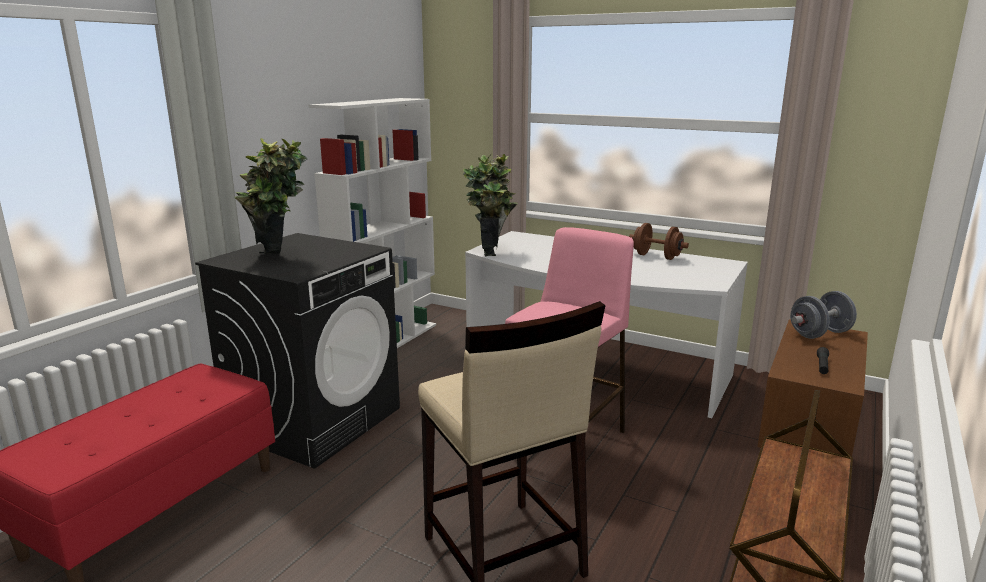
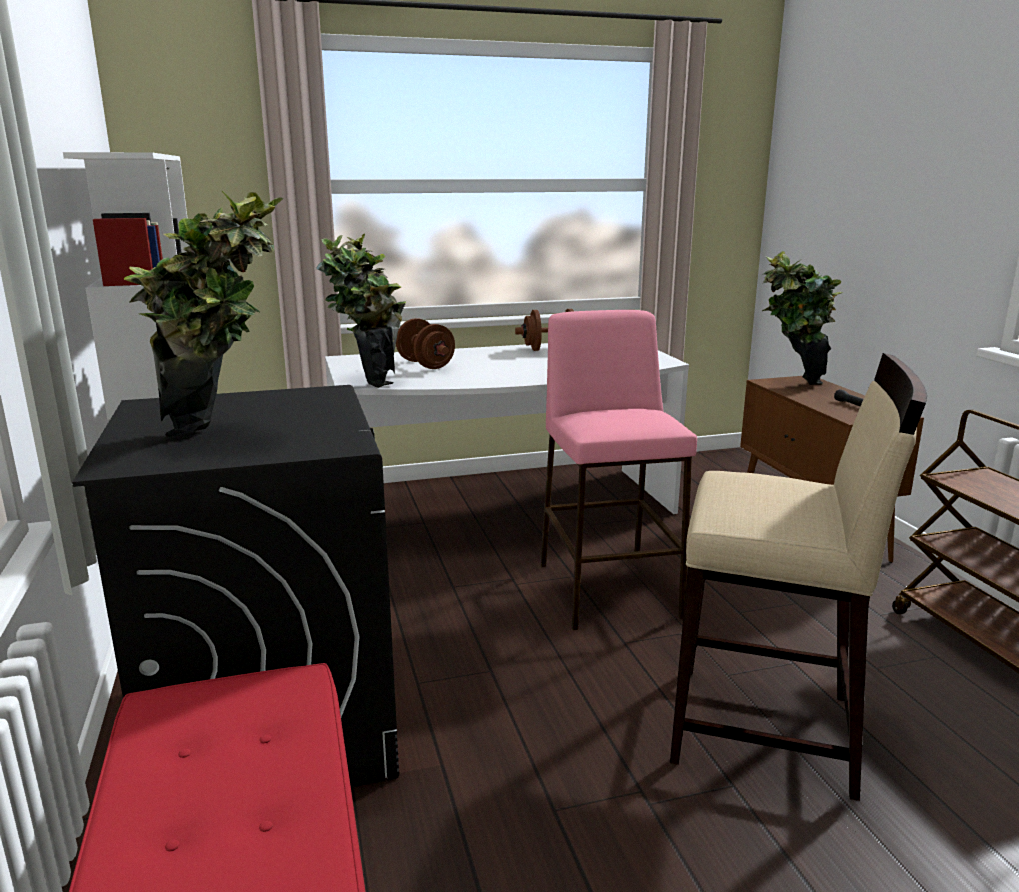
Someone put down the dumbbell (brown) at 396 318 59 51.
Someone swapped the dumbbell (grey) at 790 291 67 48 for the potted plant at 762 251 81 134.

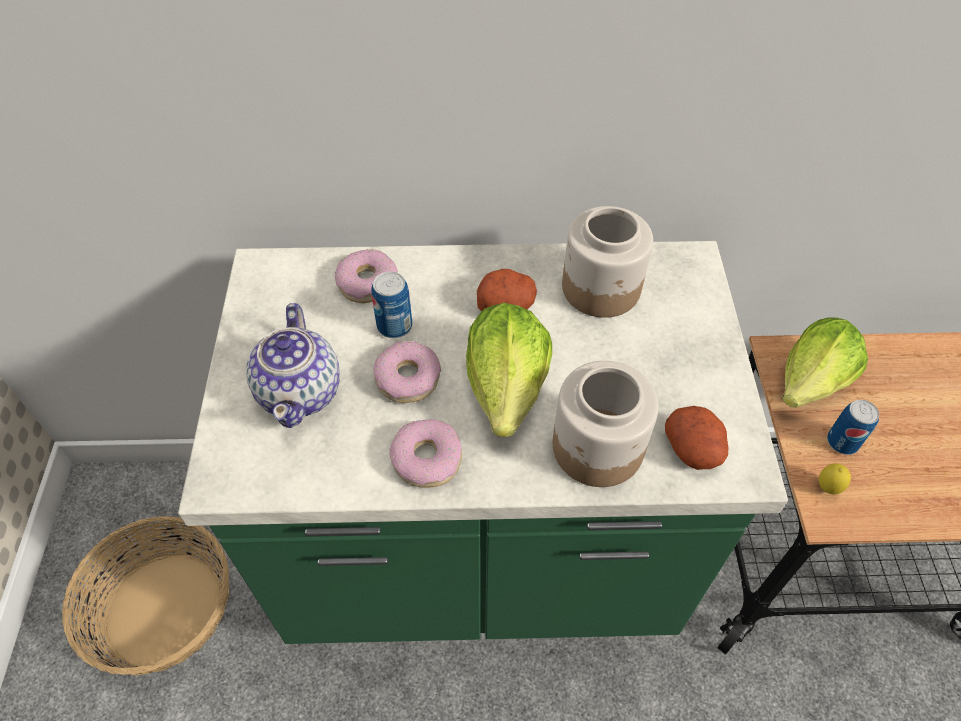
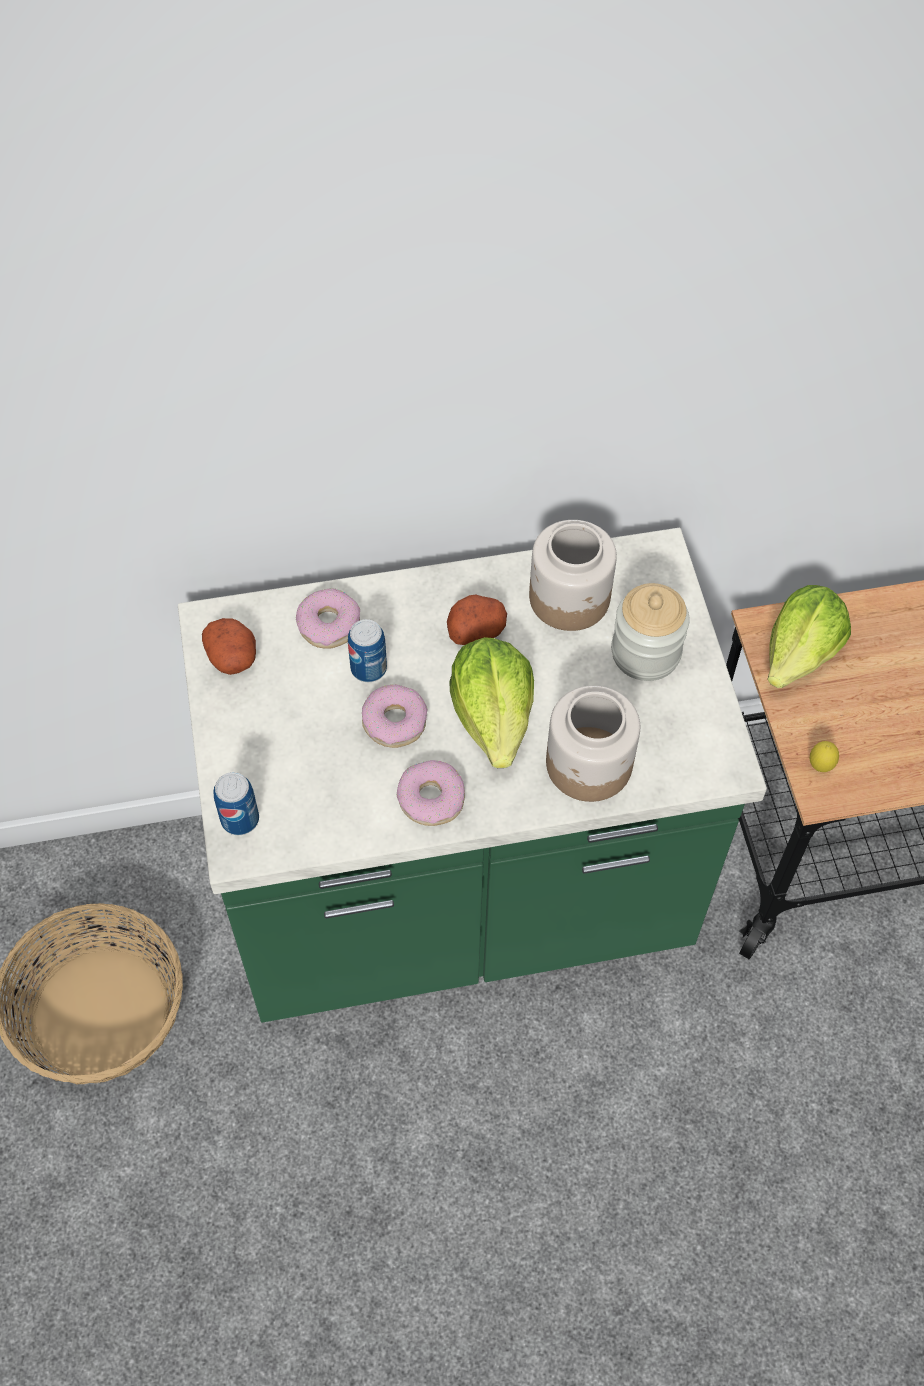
Someone carried the potato from 665 406 63 64 to 202 618 54 57.
Someone carried the can from 827 400 52 55 to 214 772 45 63.
Someone put down the jar at 611 583 79 98.
Someone took away the teapot at 246 303 94 125.

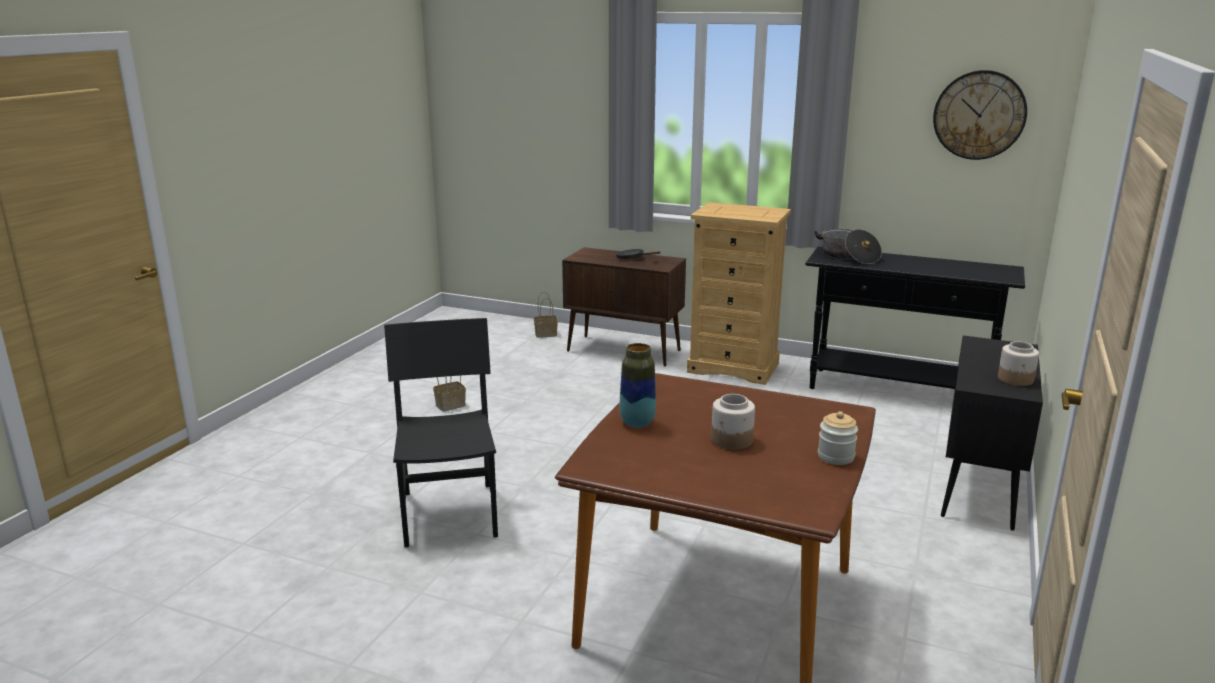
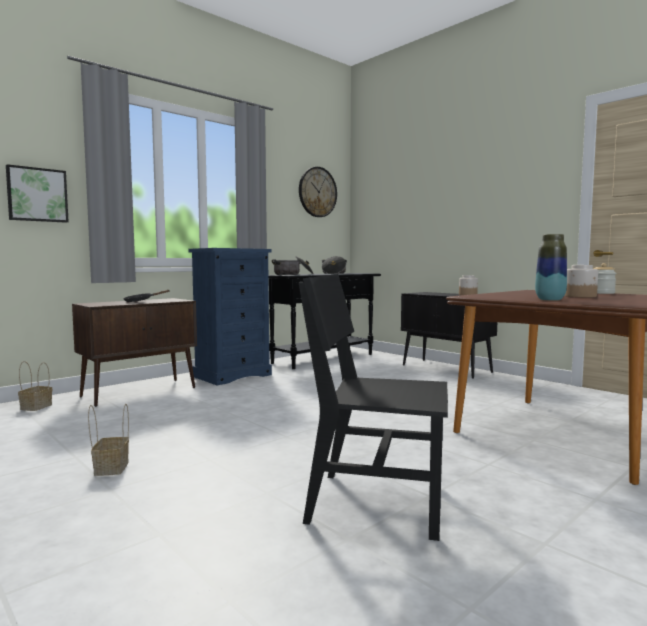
Someone put up the picture at 6 164 63 59.
Someone repainted the dresser (beige) at 687 202 104 183, which became the dresser (blue) at 188 248 84 137.
Someone put down the cooking pot at 322 256 25 18.

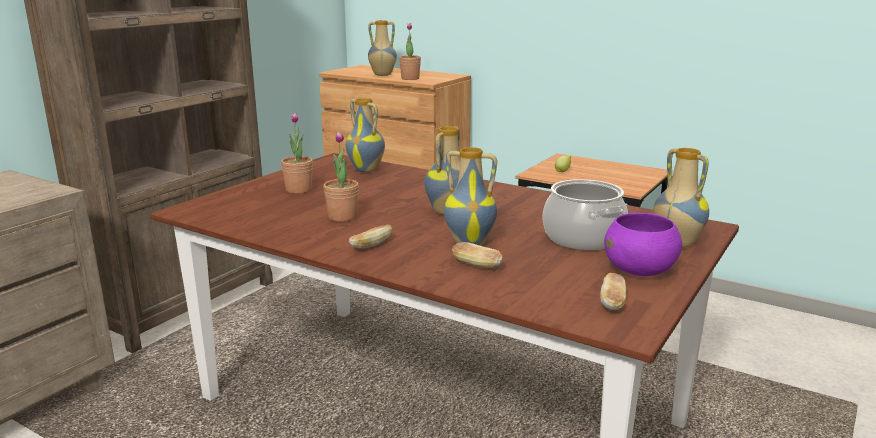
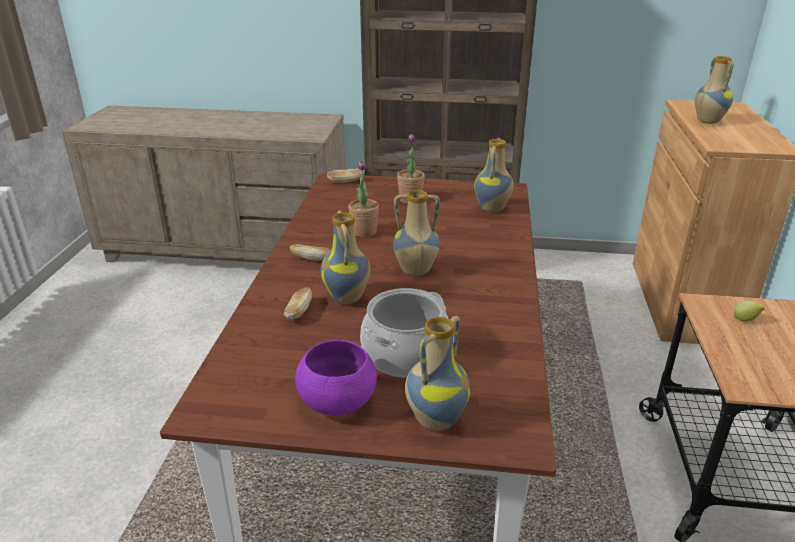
Someone carried the bread from 600 273 26 37 to 327 169 36 14.
Someone took away the potted plant at 399 23 22 57.

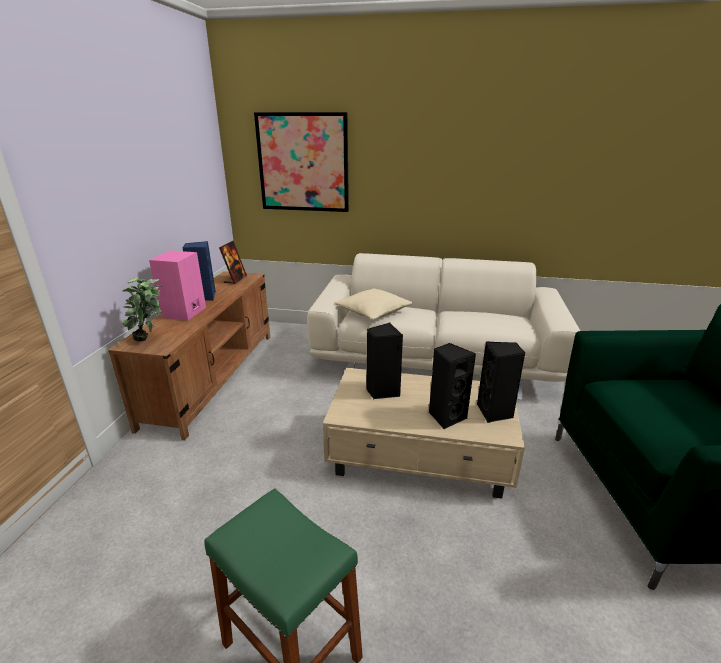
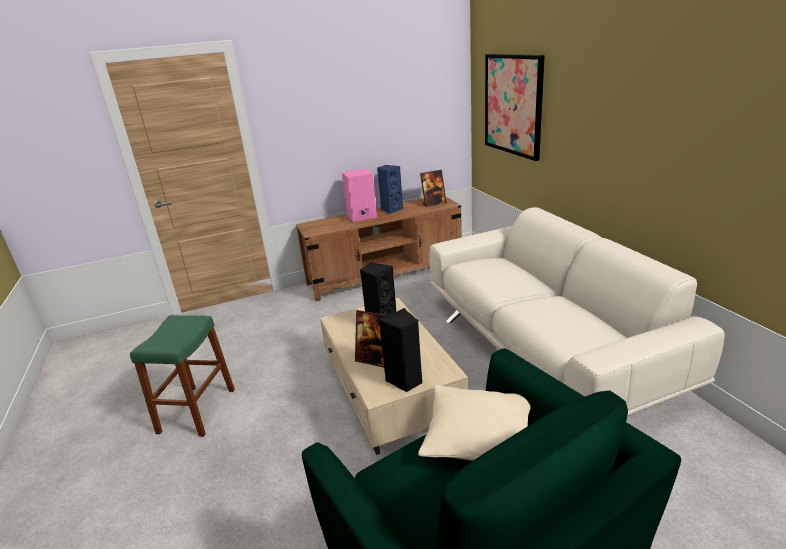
Someone swapped the speaker (black) at 429 343 47 87 for the picture frame at 355 310 33 58.
Someone carried the pillow (beige) from 334 288 78 32 to 418 385 113 76.
Someone took away the potted plant at 122 277 41 65.

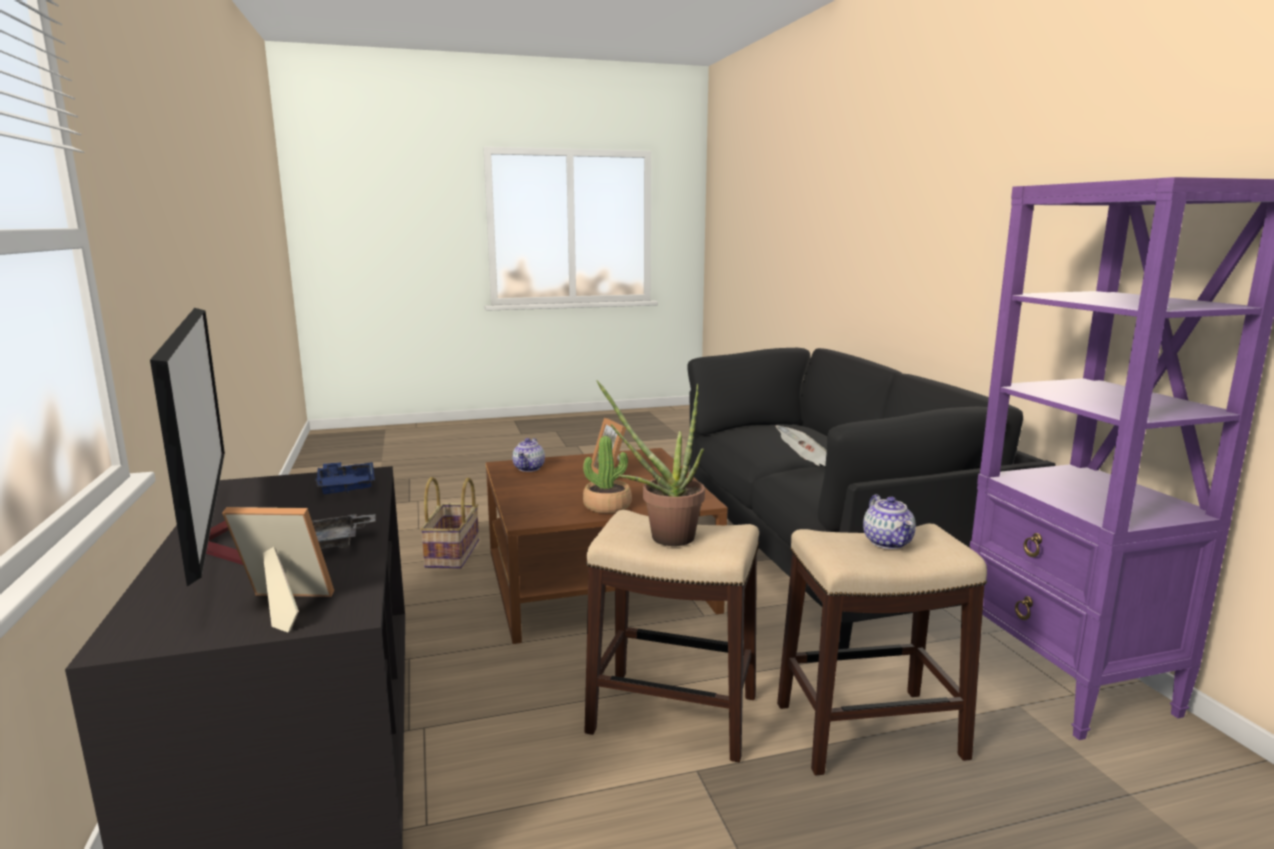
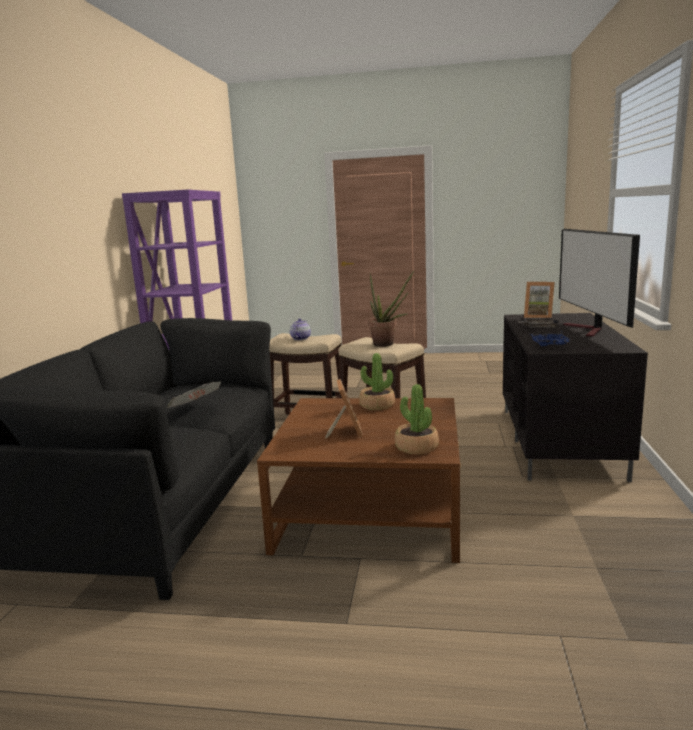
Someone swapped the teapot at 512 438 33 34 for the potted plant at 395 384 44 70.
Someone took away the basket at 420 477 59 92.

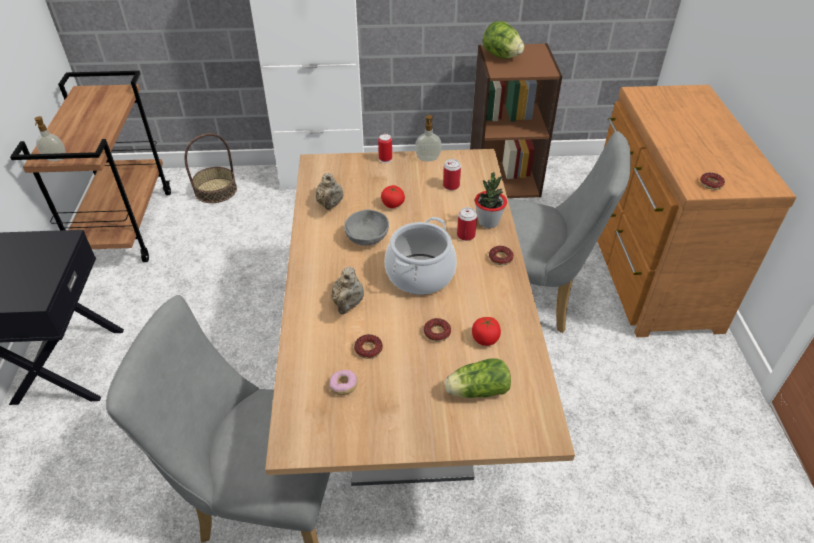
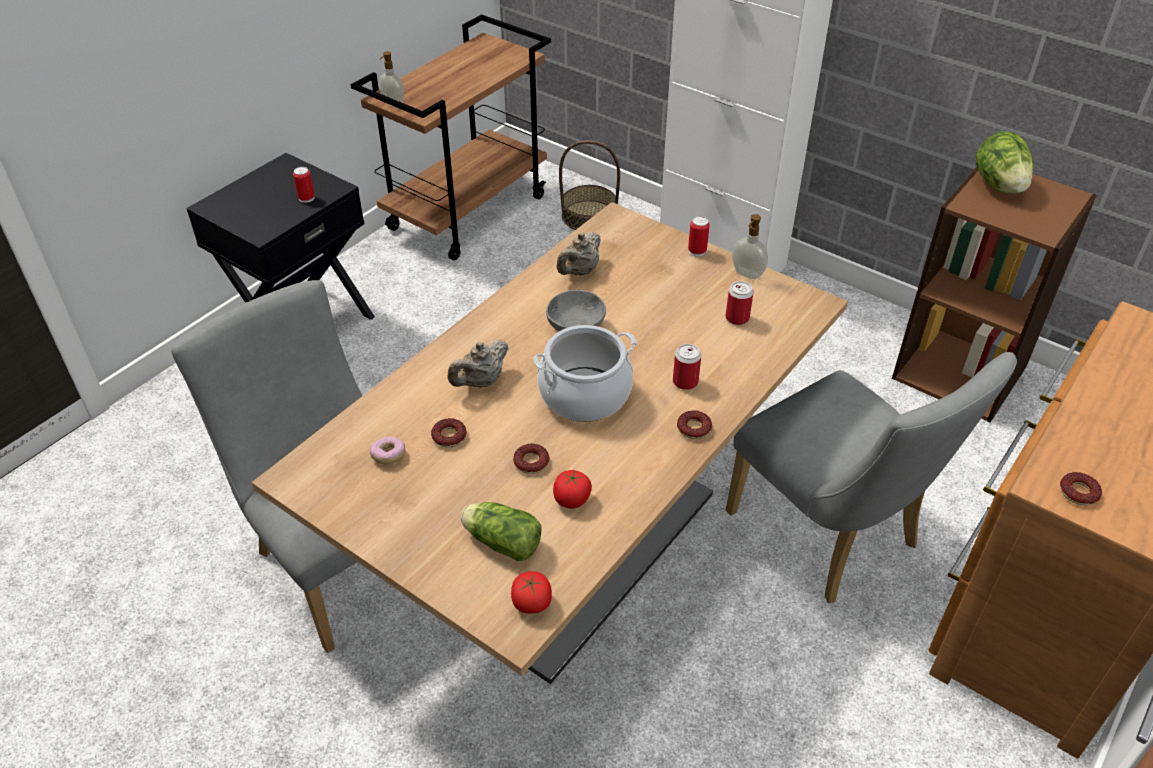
Someone put down the can at 293 167 22 36.
Someone carried the tomato from 381 185 24 23 to 511 571 41 43.
Someone took away the potted plant at 475 172 32 56.

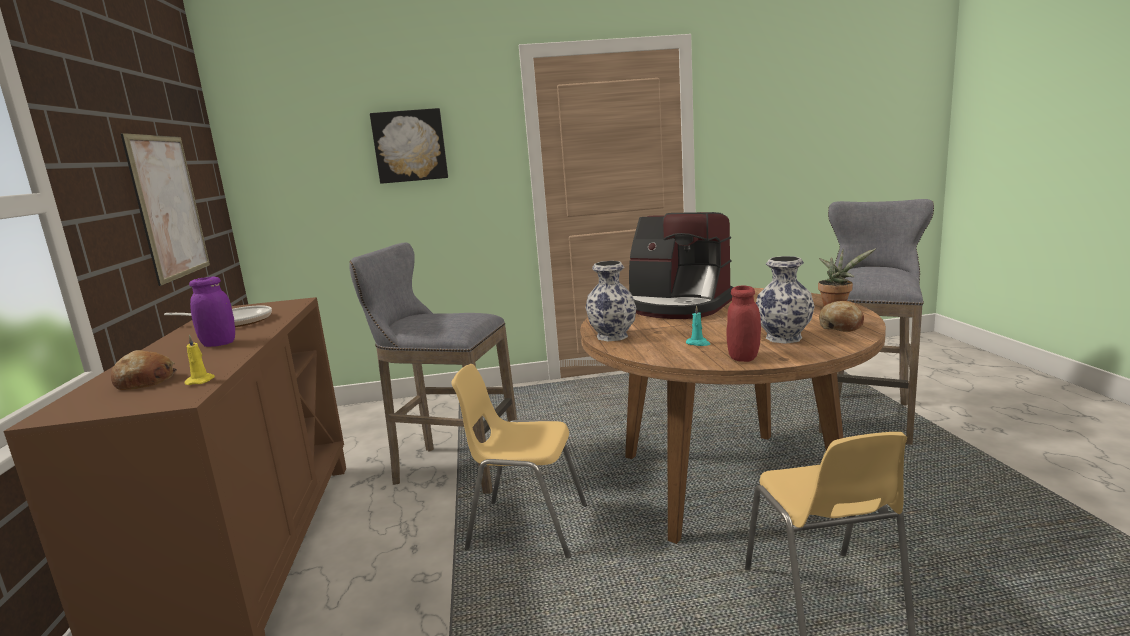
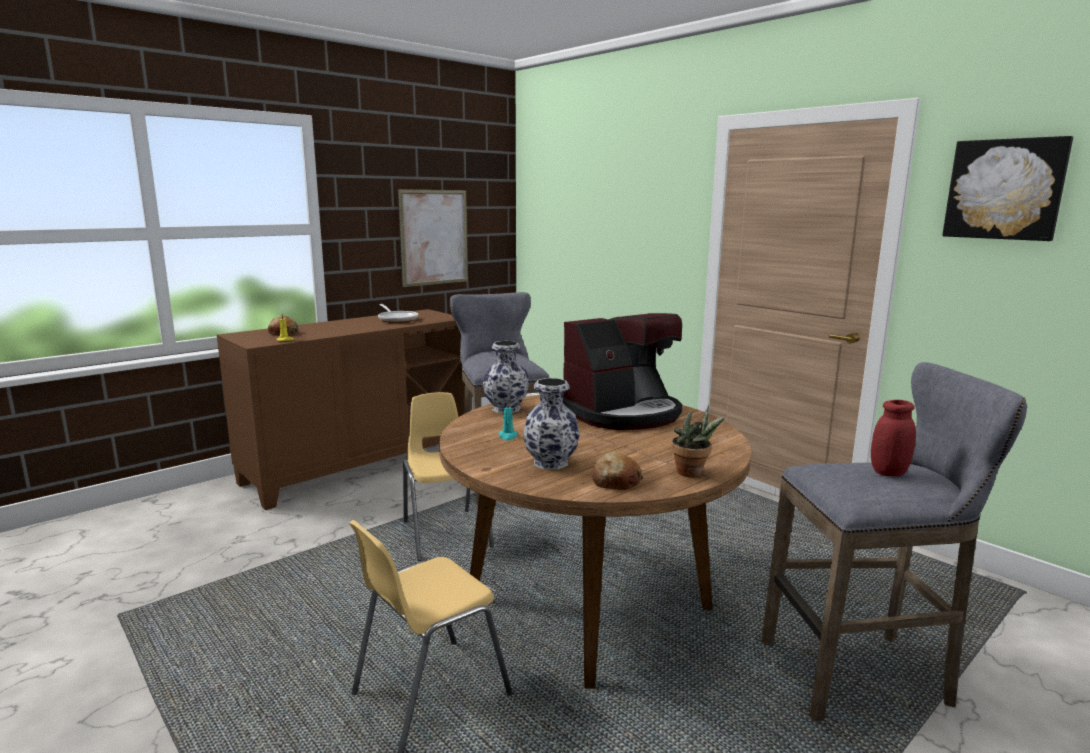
Someone rotated the coffee machine at 629 212 104 107 by 120 degrees counterclockwise.
Someone carried the jar (red) from 727 286 34 76 to 871 400 45 76.
Someone carried the picture from 370 108 78 76 to 942 136 131 105.
Someone took away the jar (purple) at 189 277 46 70.

